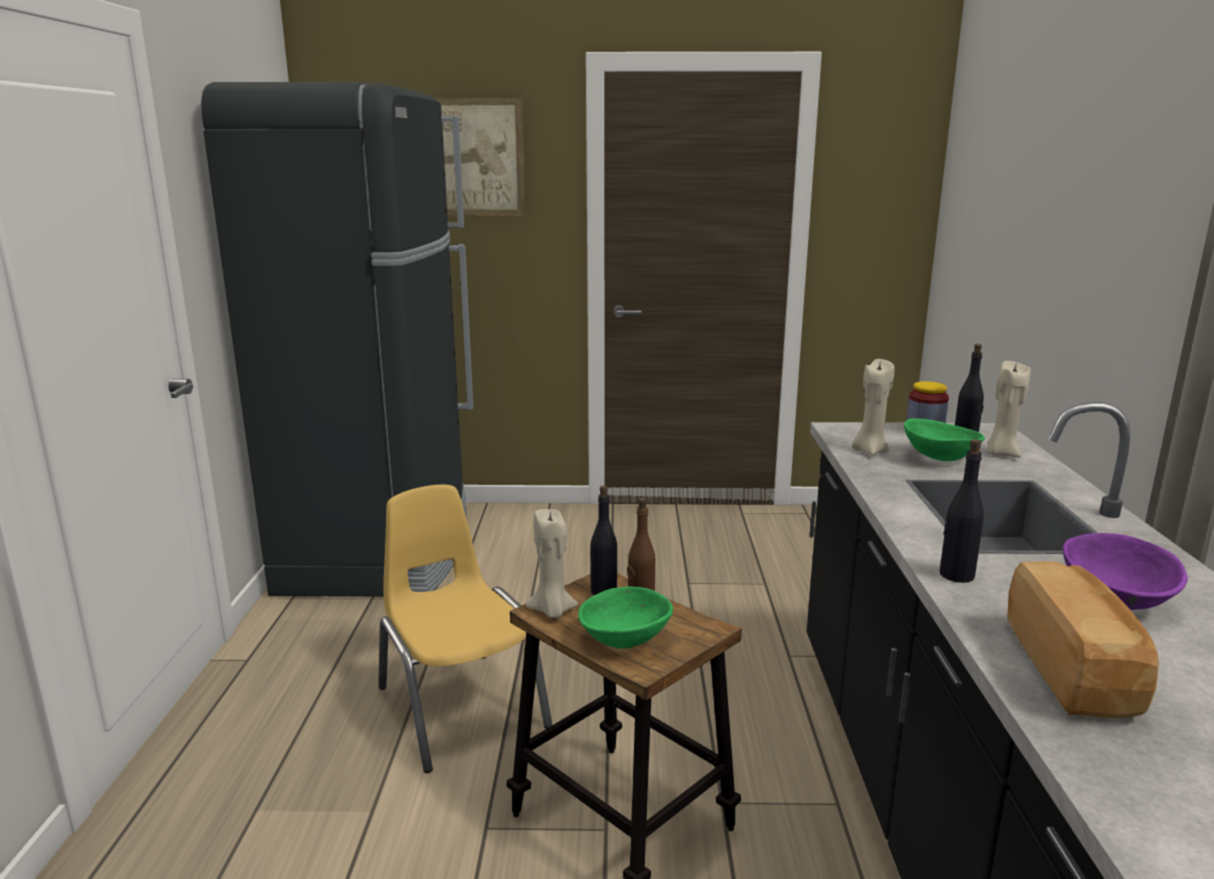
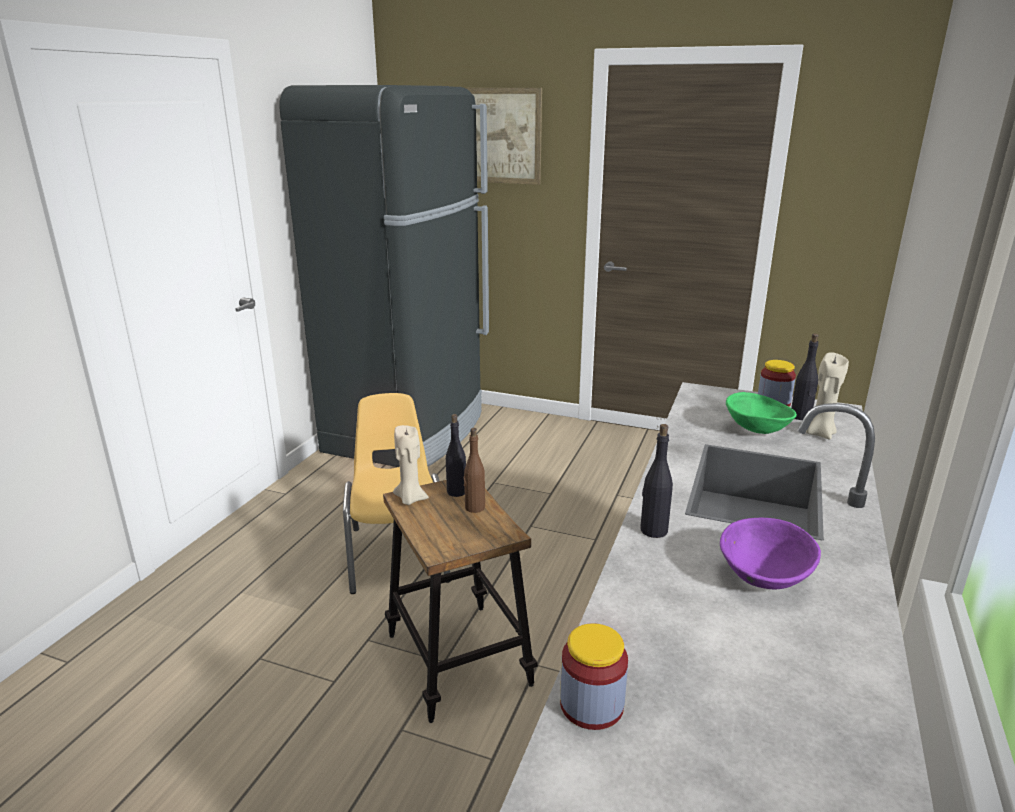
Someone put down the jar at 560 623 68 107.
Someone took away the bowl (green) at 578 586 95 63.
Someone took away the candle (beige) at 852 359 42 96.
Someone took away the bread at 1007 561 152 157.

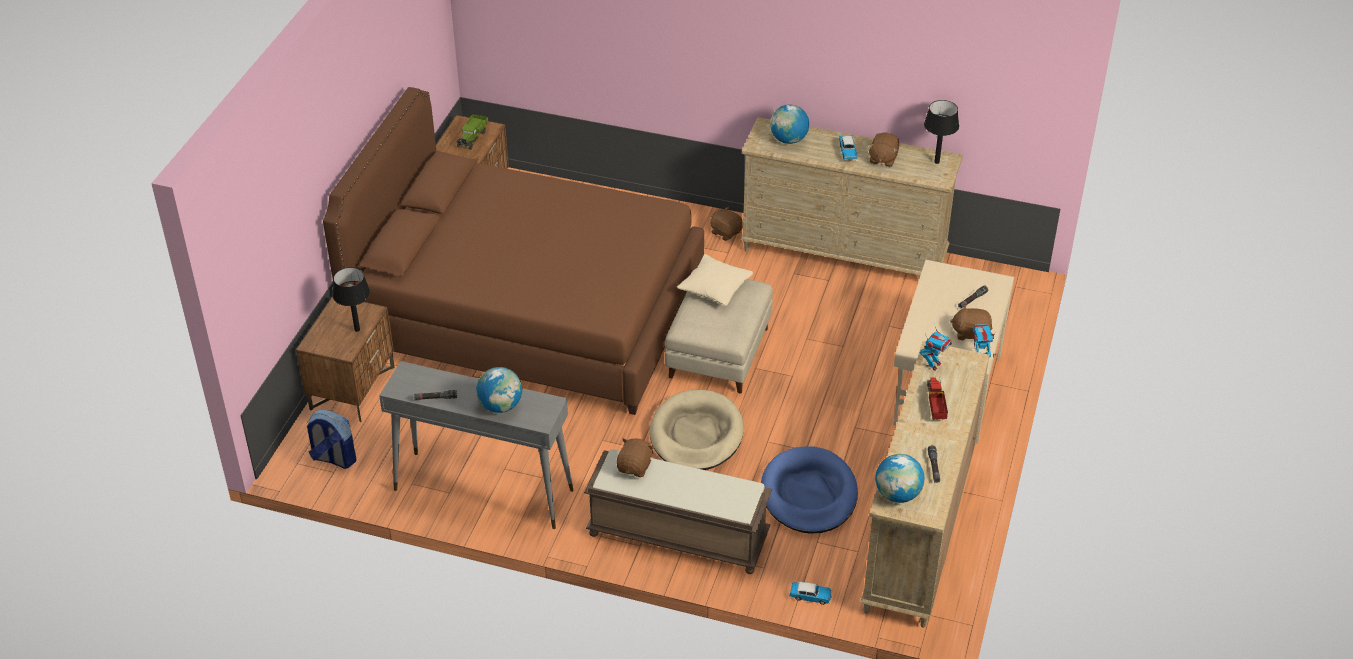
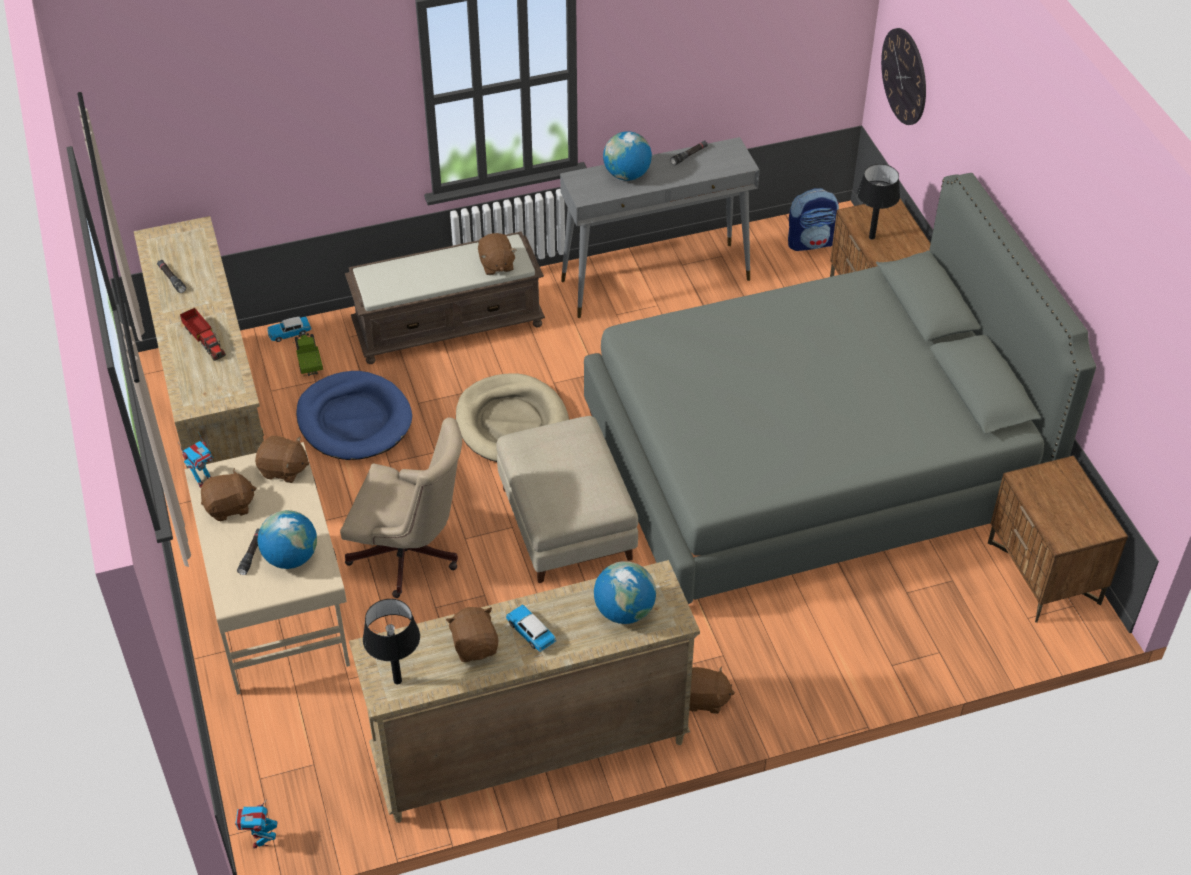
Someone carried the toy robot from 920 327 32 44 to 235 799 42 49.
Someone put down the plush toy (brown) at 255 436 54 47.
Someone carried the globe from 875 454 50 49 to 257 510 60 59.
Someone carried the toy truck from 456 114 32 36 to 293 333 30 43.
Someone put down the office chair (beige) at 340 418 122 180.
Someone repainted the bed (brown) at 323 87 381 328, which became the bed (grey) at 584 173 512 431.
Someone put up the wall clock at 881 28 45 97.
Someone took away the pillow (beige) at 677 254 76 52.

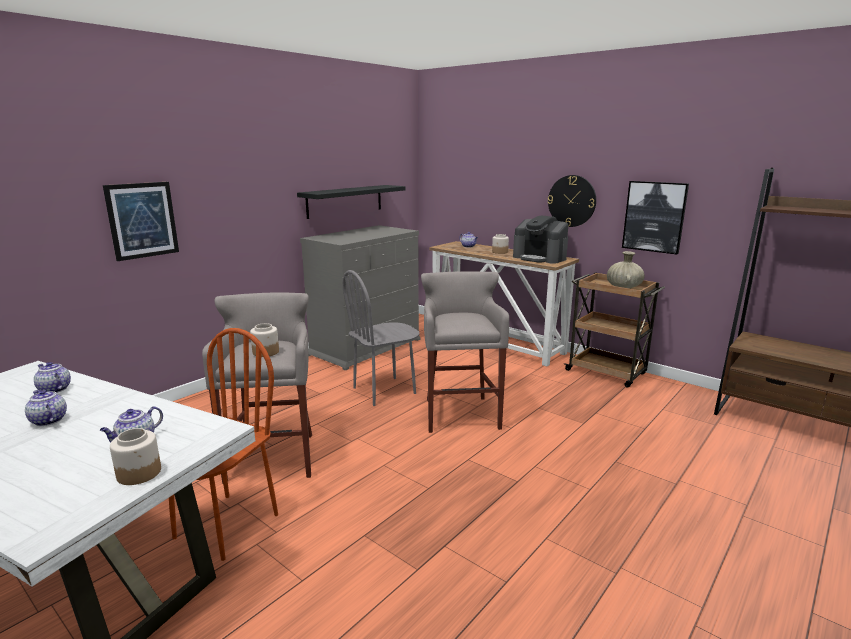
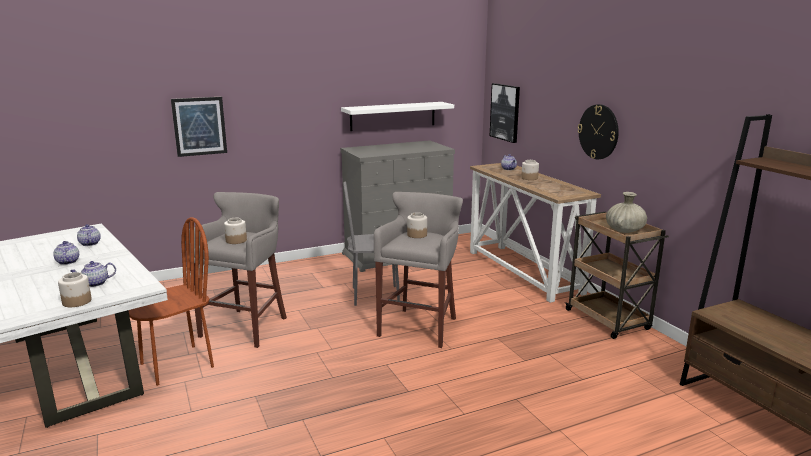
Someone repainted the shelf (black) at 297 185 108 34, which became the shelf (white) at 341 102 113 29.
Someone put down the jar at 407 212 20 26.
Someone carried the picture from 622 181 67 74 to 490 83 30 60.
Someone took away the coffee machine at 513 216 55 48.

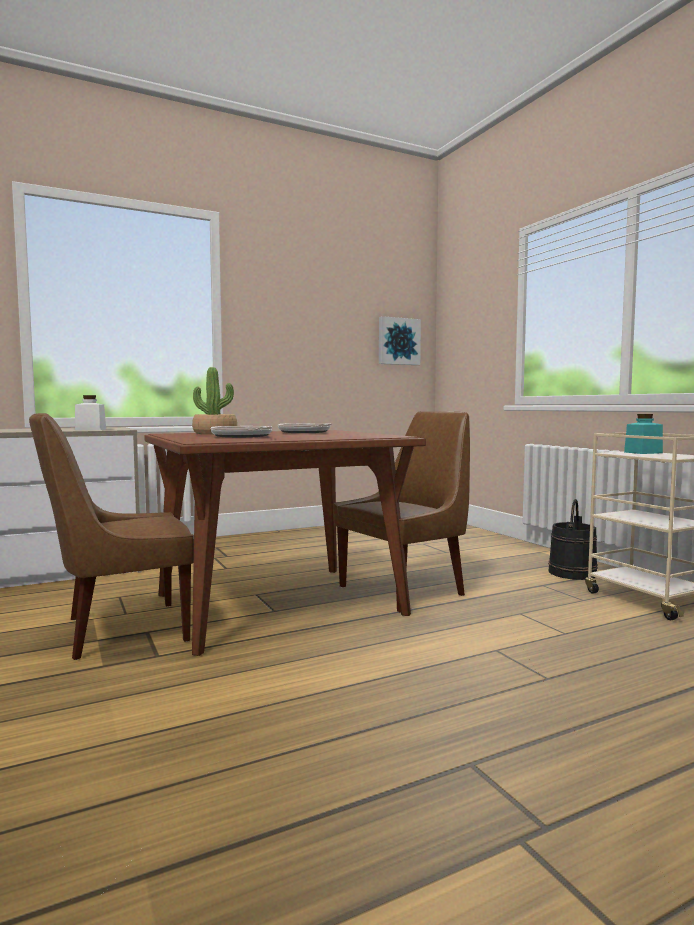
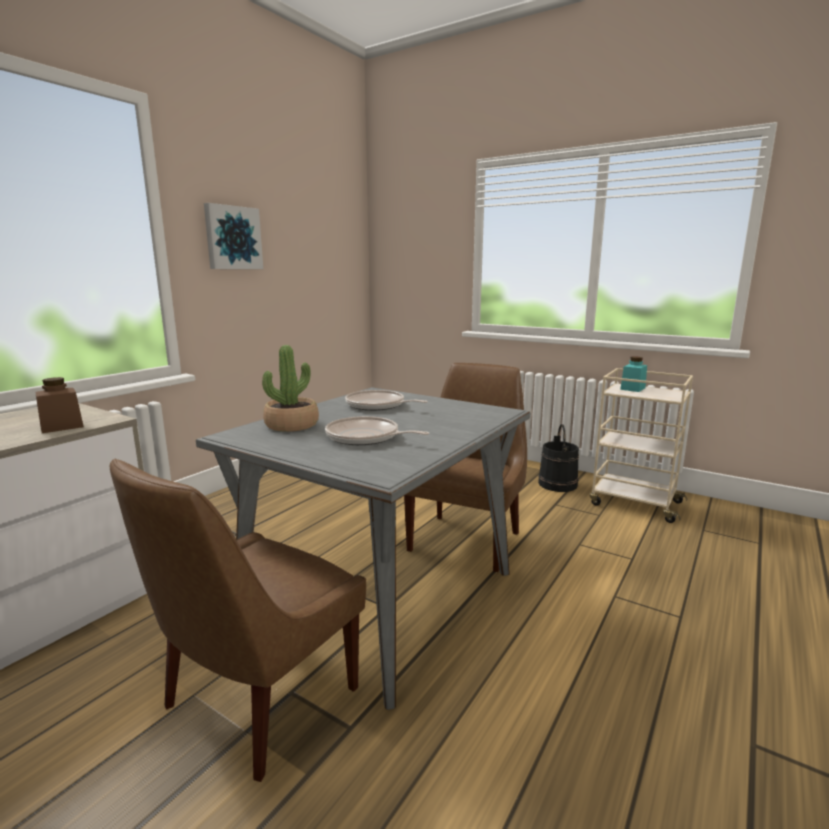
Someone repainted the jar (white) at 75 395 31 35, which became the jar (brown) at 35 377 49 56.
Someone repainted the dining table (brown) at 144 430 282 226, which became the dining table (grey) at 196 387 334 323.
Someone carried the picture from 379 316 42 49 to 204 203 59 66.

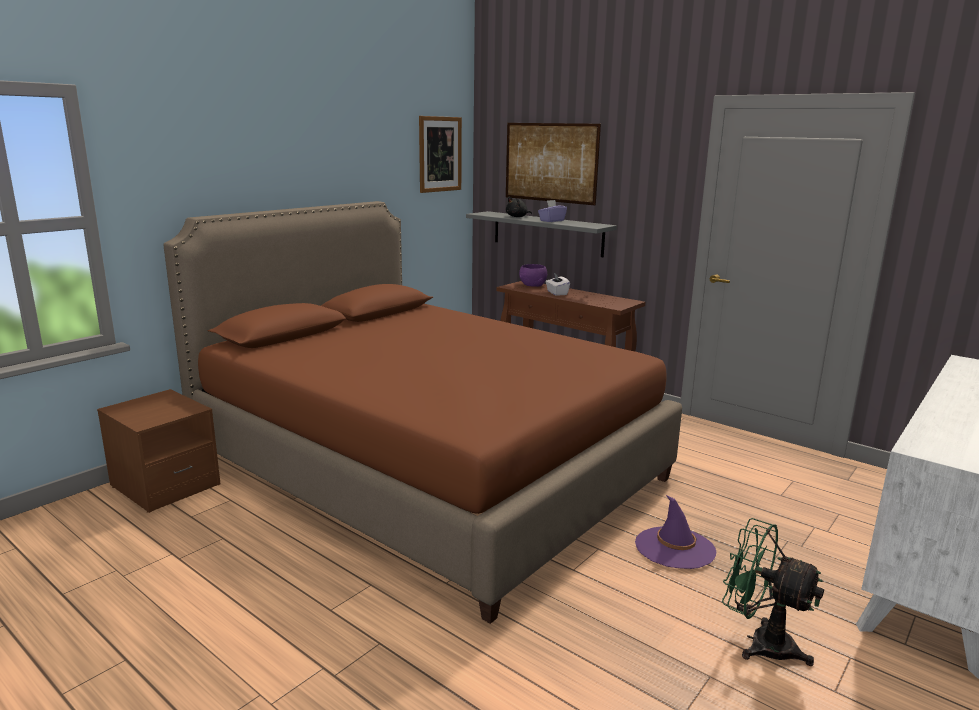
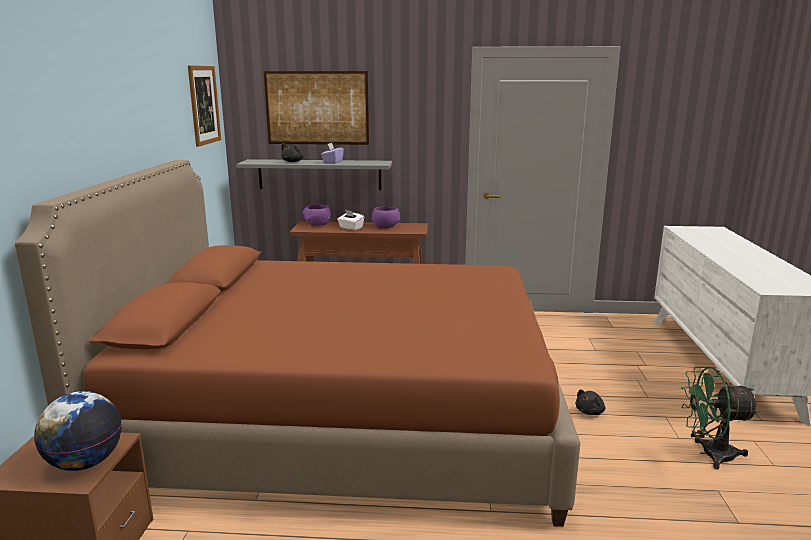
Someone put down the globe at 34 391 88 80.
Someone put down the bowl (purple) at 371 206 29 22.
Someone swapped the hat (purple) at 635 495 81 74 for the plush toy (black) at 575 389 30 26.

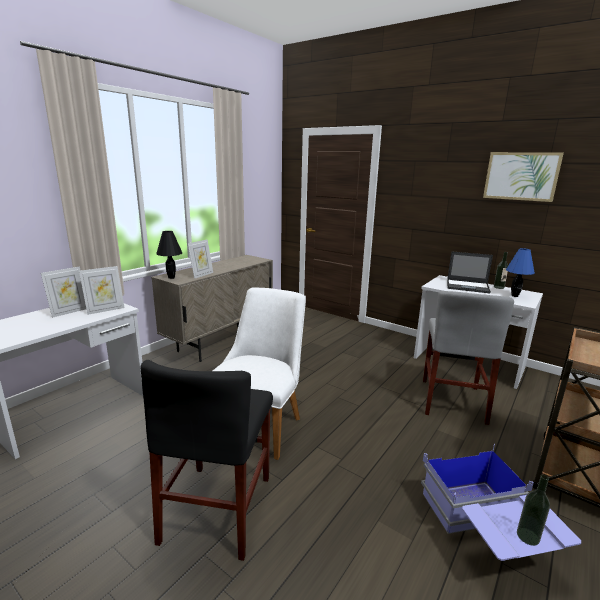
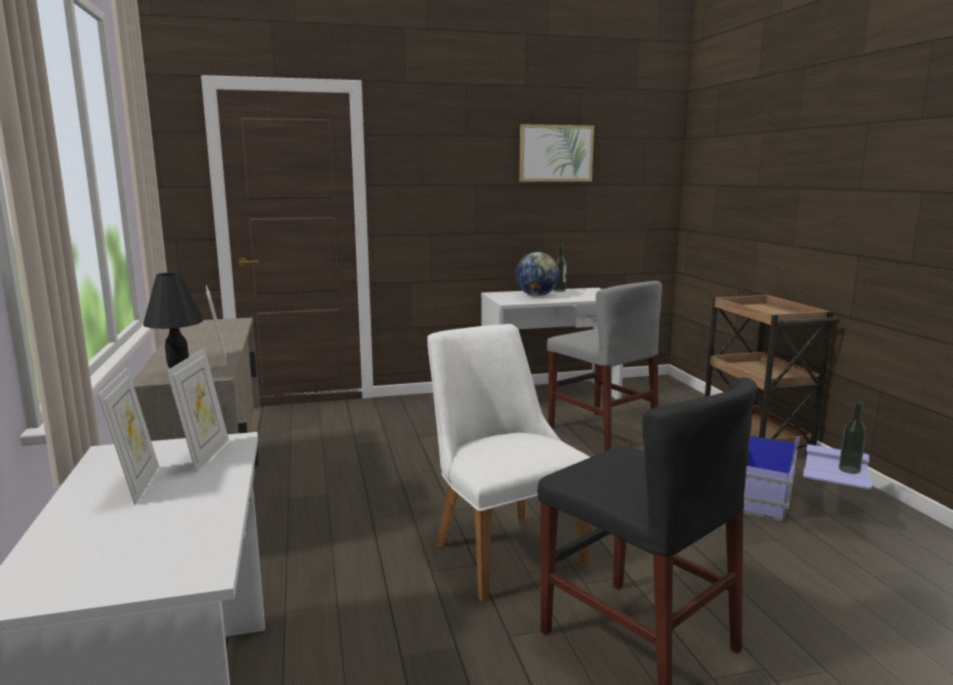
Someone swapped the laptop at 447 252 46 41 for the globe at 516 252 43 44.
Someone took away the table lamp (blue) at 506 248 29 49.

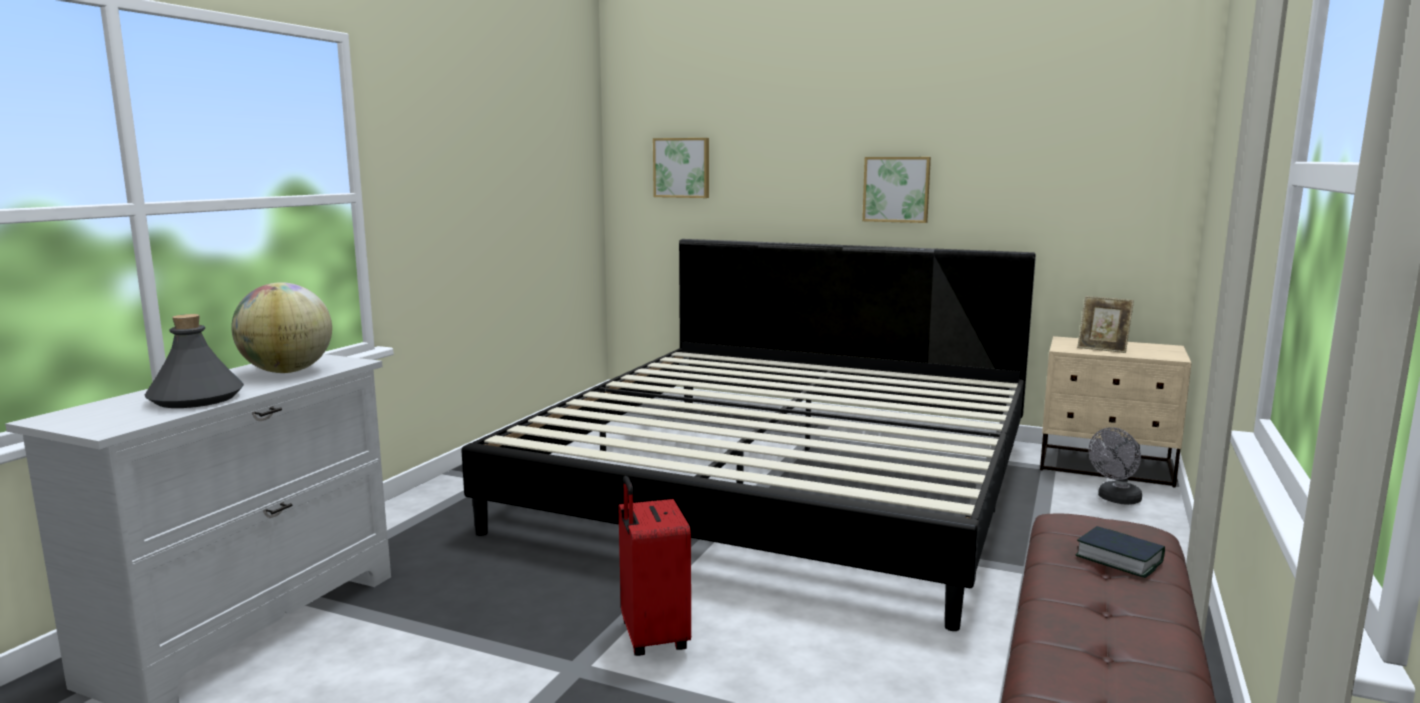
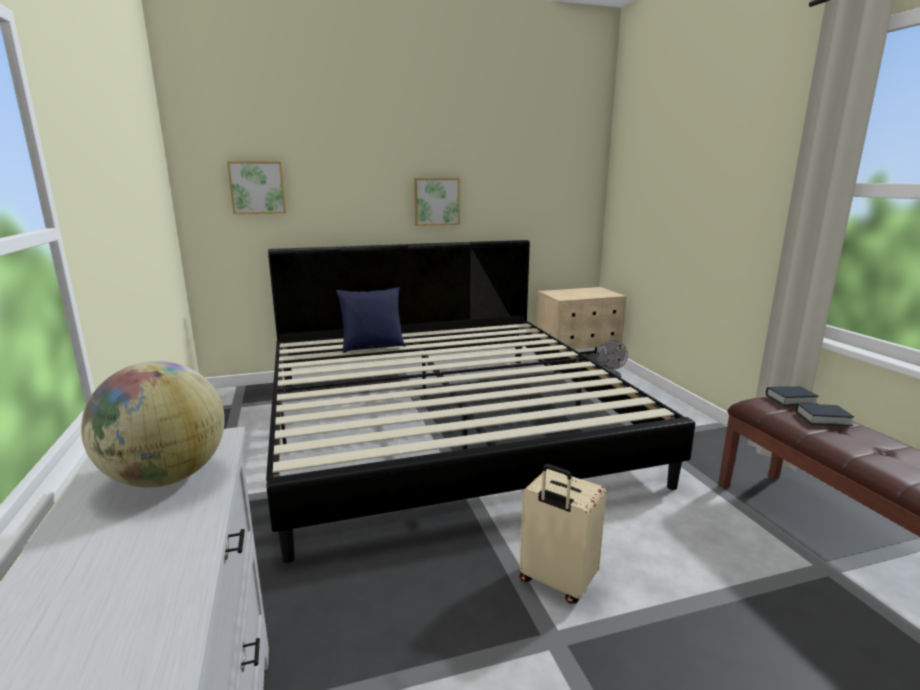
Someone put down the pillow (blue) at 336 287 70 66.
Someone repainted the suitcase (red) at 618 476 73 180, which became the suitcase (beige) at 520 464 86 139.
Someone put down the book at 766 386 53 20.
Someone took away the bottle (grey) at 145 314 99 94.
Someone took away the picture frame at 1077 296 57 57.

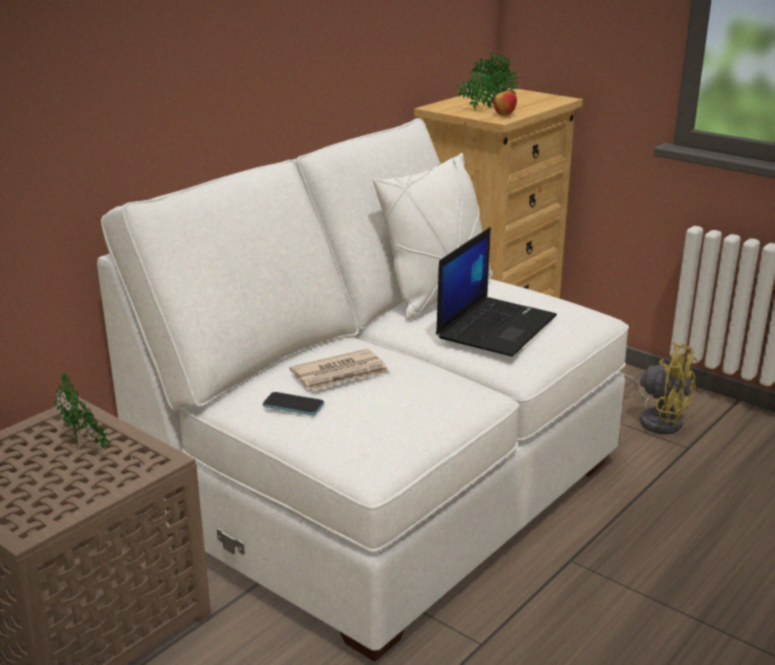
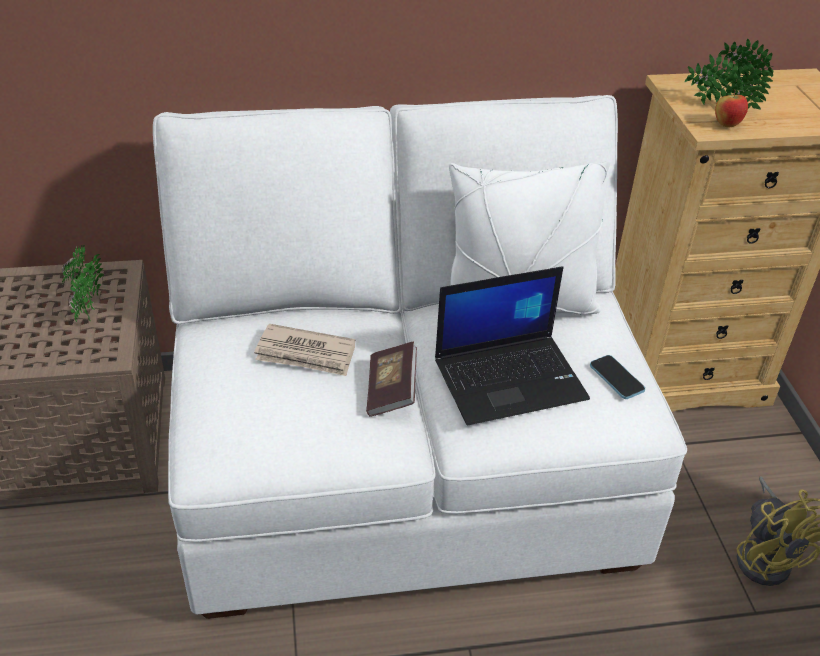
Someone put down the book at 366 342 51 75.
Someone carried the phone from 263 392 61 23 to 590 355 55 44.

